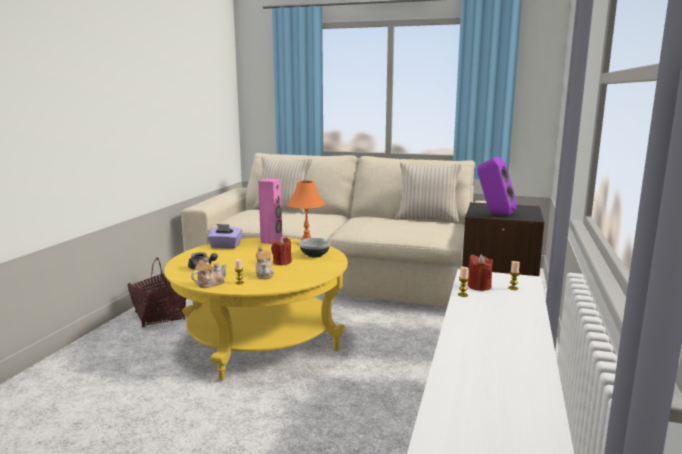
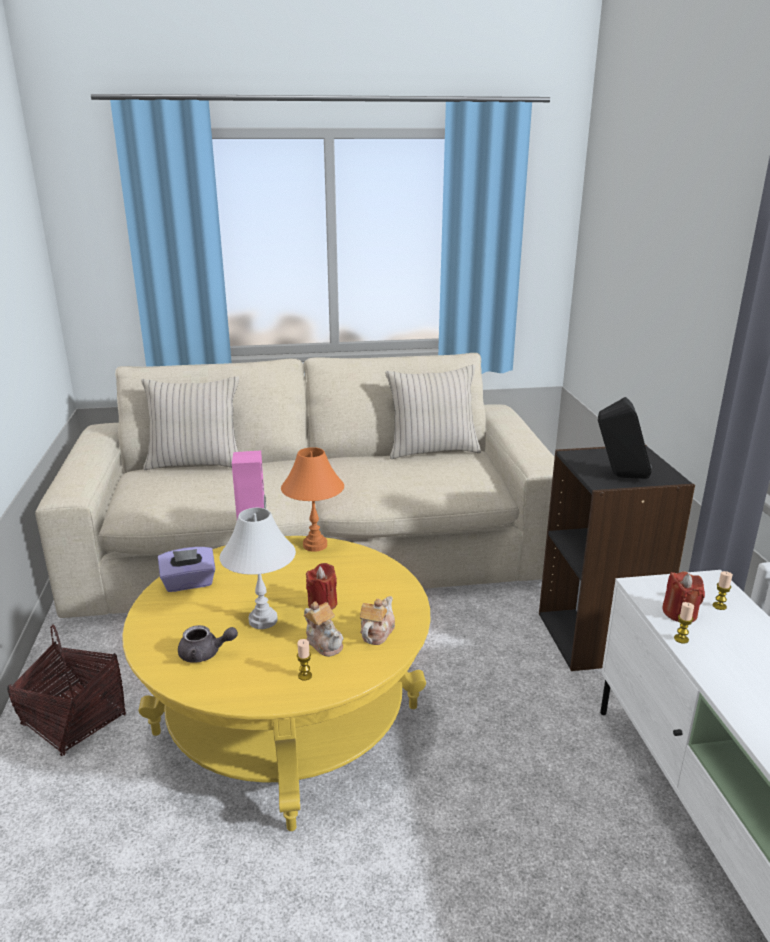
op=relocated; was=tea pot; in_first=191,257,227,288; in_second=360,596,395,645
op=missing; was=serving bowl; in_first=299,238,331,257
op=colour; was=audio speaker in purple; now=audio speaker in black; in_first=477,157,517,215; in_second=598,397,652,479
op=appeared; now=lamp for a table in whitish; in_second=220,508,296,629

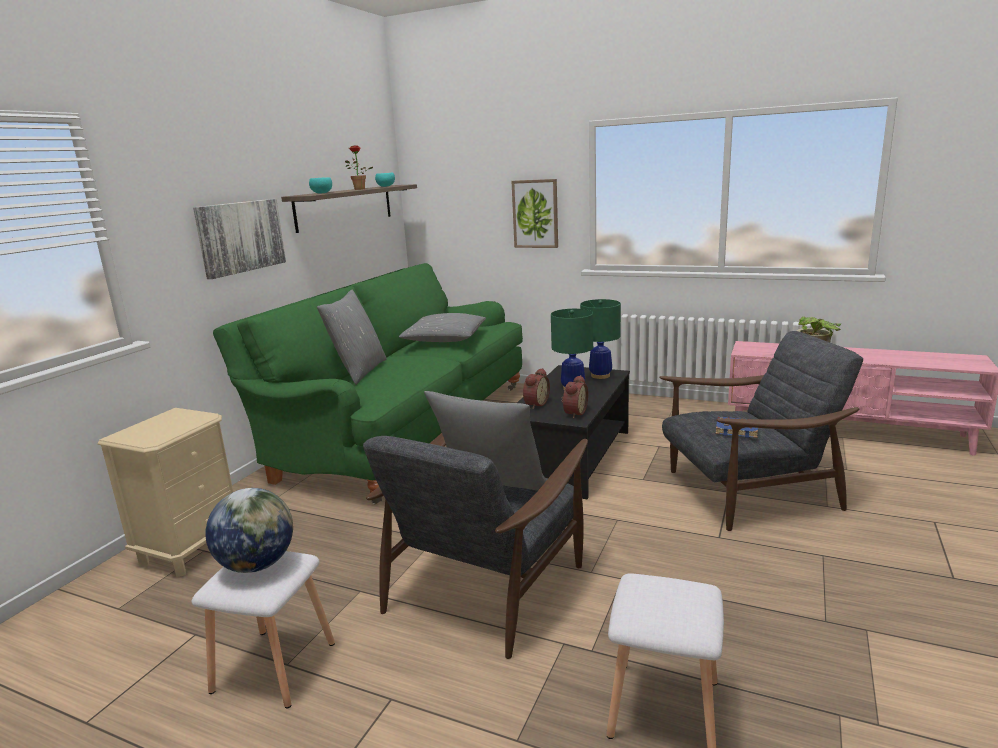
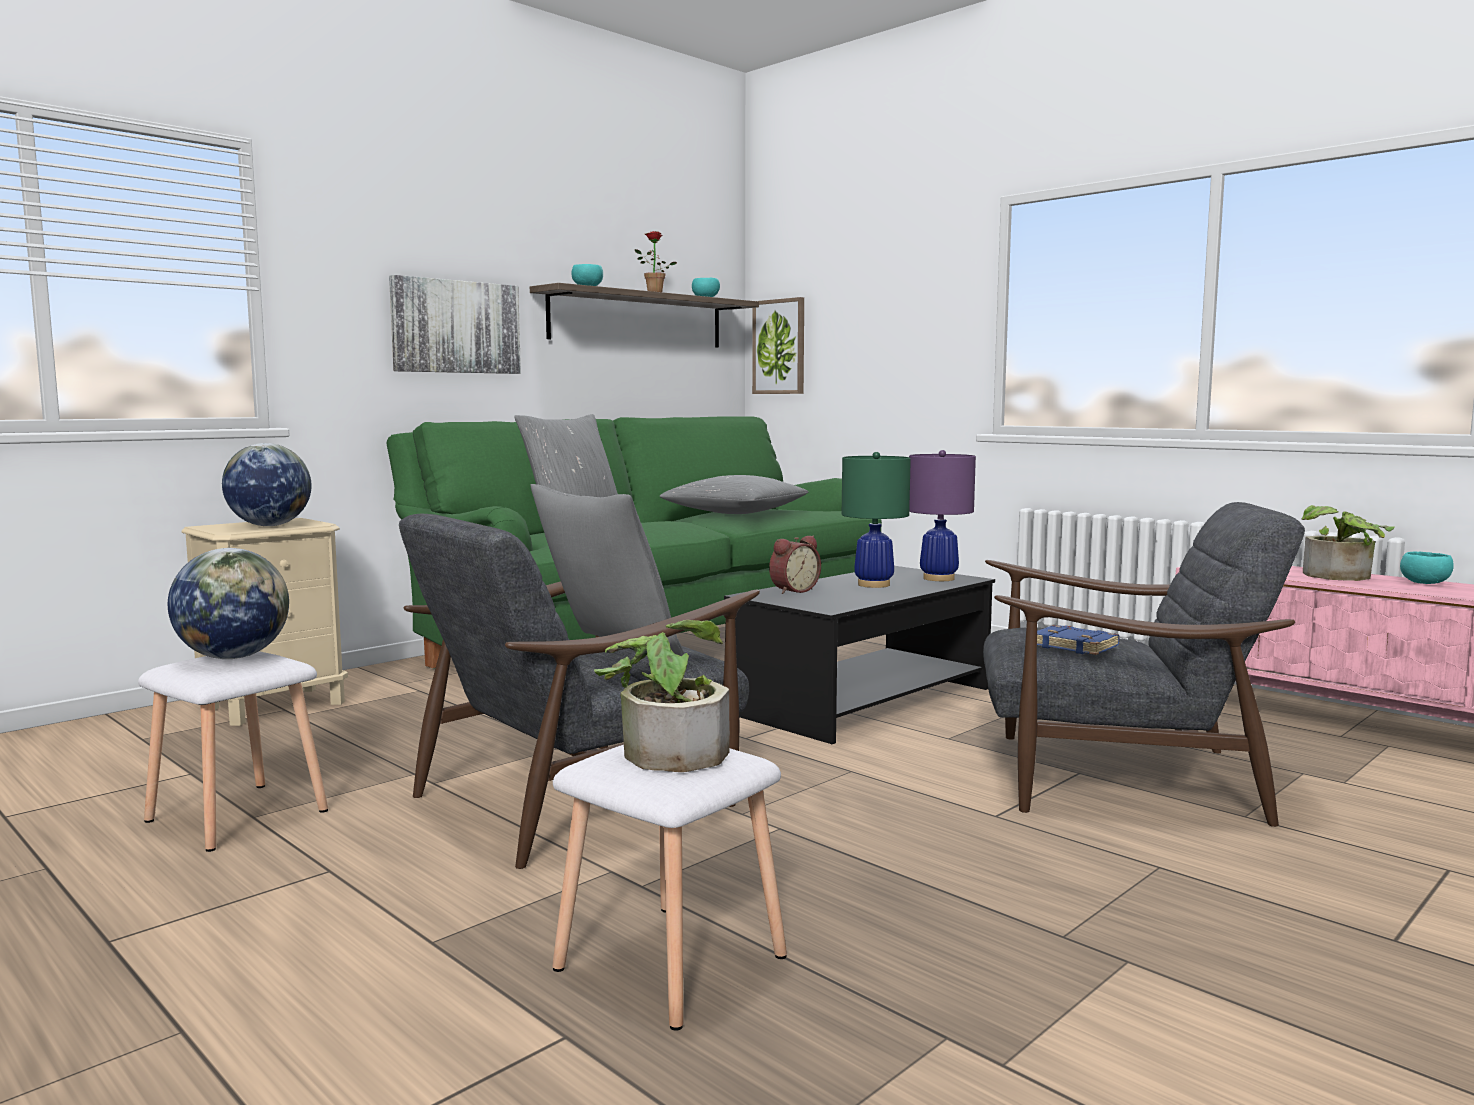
op=relocated; was=wall art; in_first=511,179,558,248; in_second=752,297,804,394
op=missing; was=bedside clock; in_first=562,375,588,418
op=colour; was=lamp for a table in green-coloured; now=lamp for a table in purple; in_first=580,299,621,379; in_second=909,450,976,581
op=appeared; now=desk globe; in_second=222,443,311,526
op=appeared; now=potted plant; in_second=594,620,730,772
op=appeared; now=serving bowl in turquoise; in_second=1400,551,1454,584

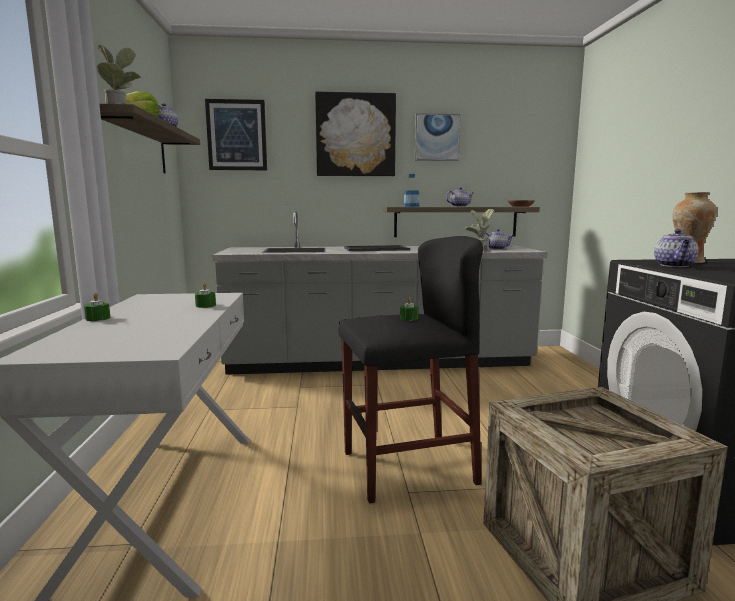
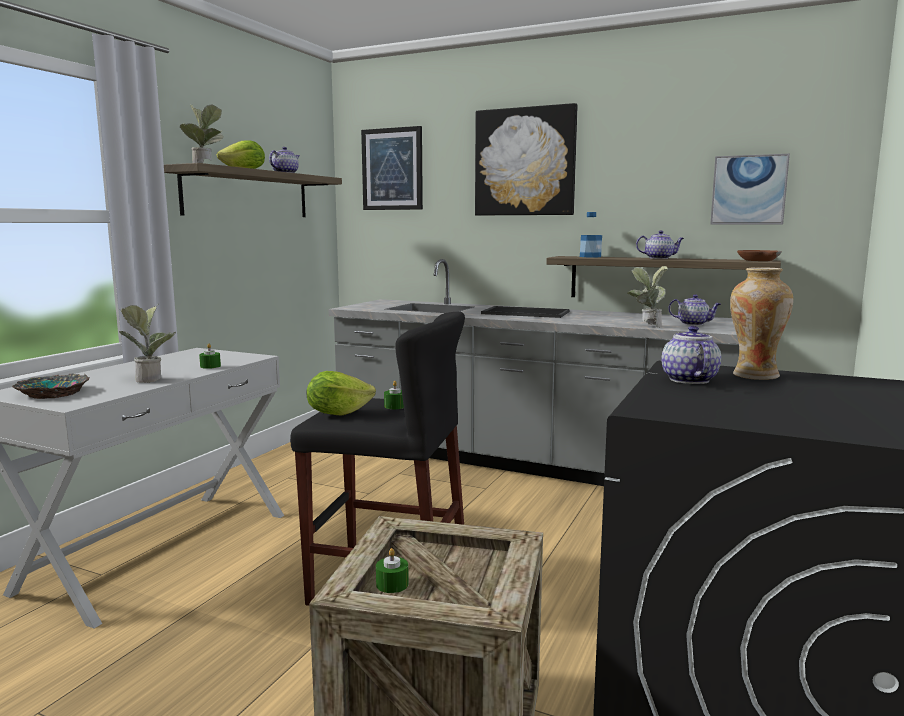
op=relocated; was=wax light in green-coloured; in_first=84,293,111,321; in_second=376,548,409,593
op=relocated; was=wall art; in_first=415,113,461,161; in_second=710,154,790,225
op=spun; was=tea pot; in_first=654,229,699,267; in_second=661,326,721,384; clockwise=135
op=appeared; now=serving bowl; in_second=12,373,89,399
op=appeared; now=potted plant; in_second=119,305,176,383
op=appeared; now=lettuce head; in_second=307,371,376,416

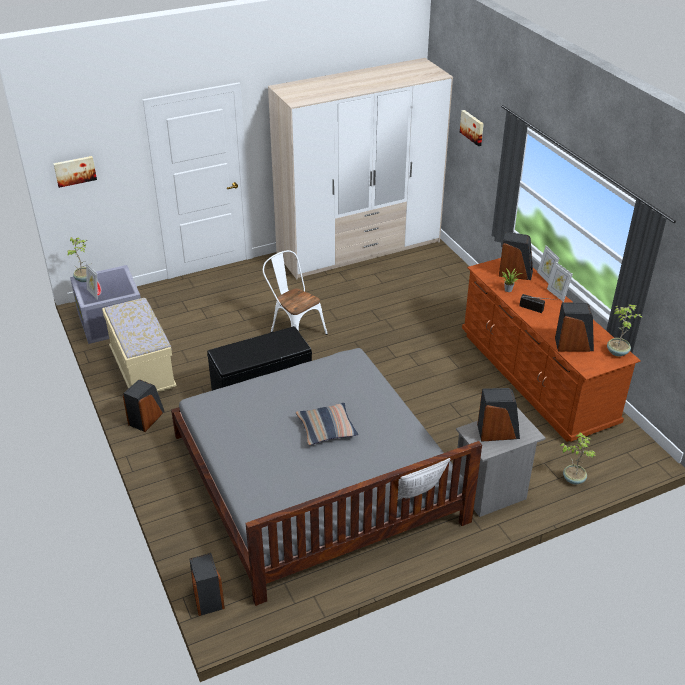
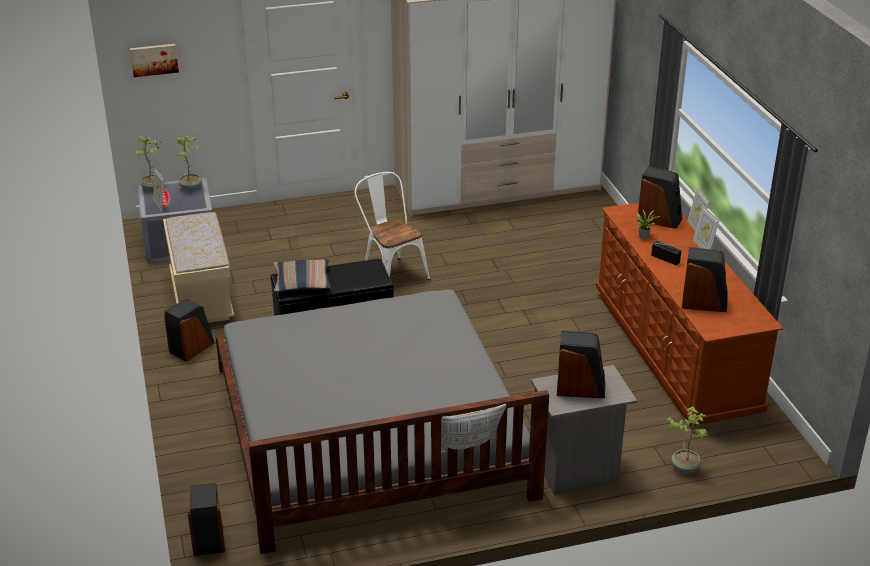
op=relocated; was=pillow; in_first=296,403,358,445; in_second=273,259,331,292
op=missing; was=wall art; in_first=460,110,484,146
op=relocated; was=potted plant; in_first=607,304,642,357; in_second=177,136,202,191

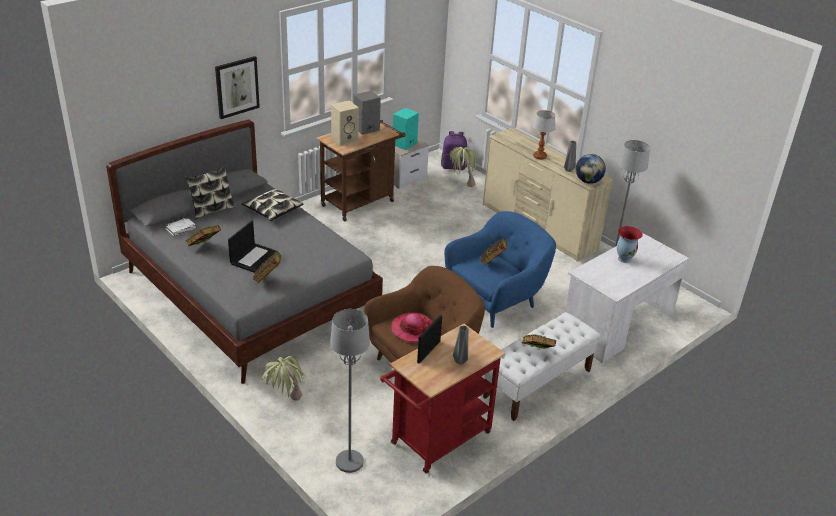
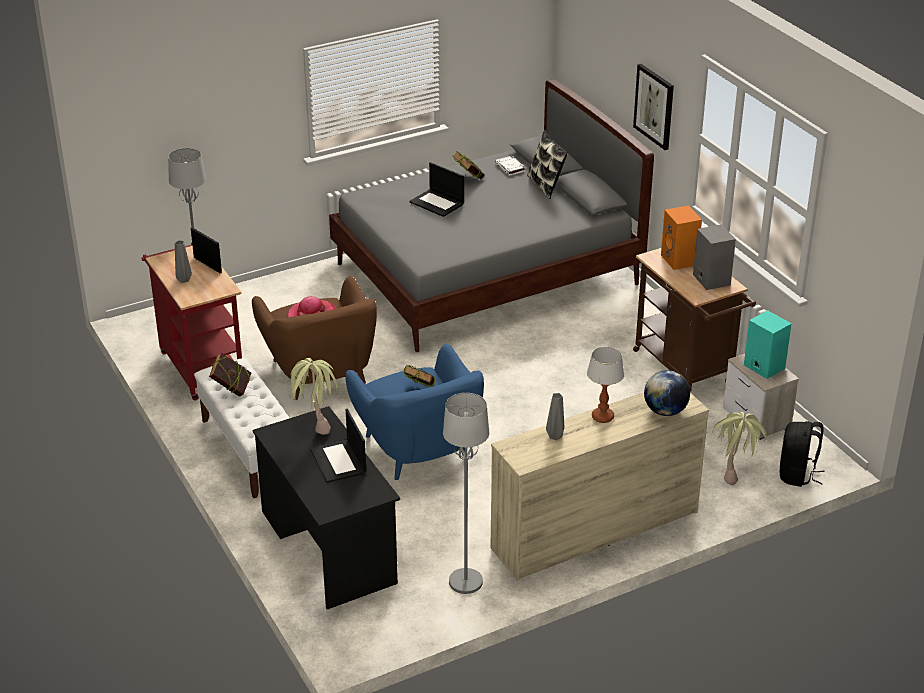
op=missing; was=pillow; in_first=242,188,304,221
op=missing; was=book; in_first=253,251,281,284
op=relocated; was=potted plant; in_first=262,356,306,401; in_second=289,357,338,435
op=colour; was=audio speaker in beige; now=audio speaker in orange-coloured; in_first=331,100,359,146; in_second=661,205,702,270
op=colour; was=rucksack in purple; now=rucksack in black; in_first=441,131,467,170; in_second=779,421,825,487
op=colour; was=desk table in whitish; now=desk table in black; in_first=565,233,689,363; in_second=253,406,400,609
op=relocated; was=desk globe; in_first=576,154,606,184; in_second=644,370,690,416
op=exchanged; was=vase; now=portable computer; in_first=617,226,643,263; in_second=310,409,366,483

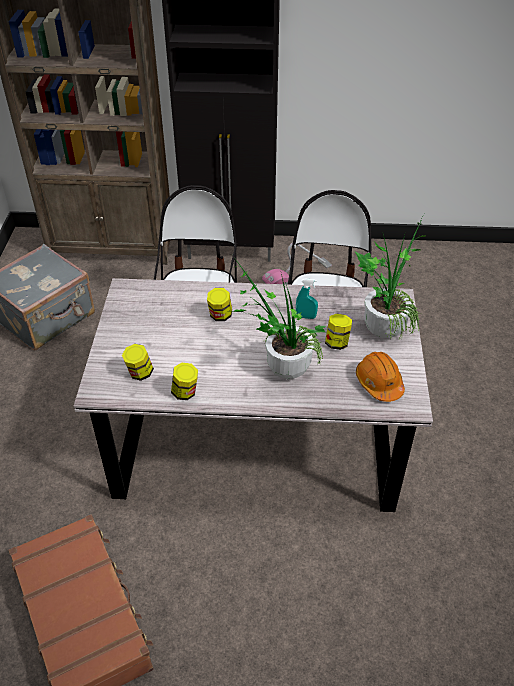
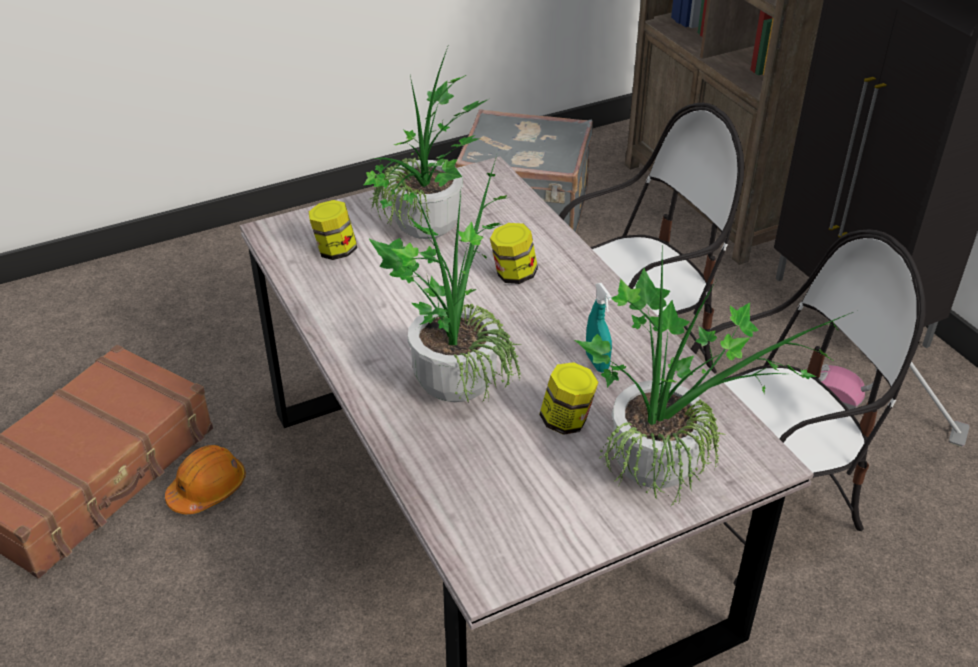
op=missing; was=preserve jar; in_first=171,363,198,400
op=relocated; was=safety helmet in orange-coloured; in_first=356,352,405,402; in_second=165,445,246,514
op=appeared; now=potted plant; in_second=364,47,489,239

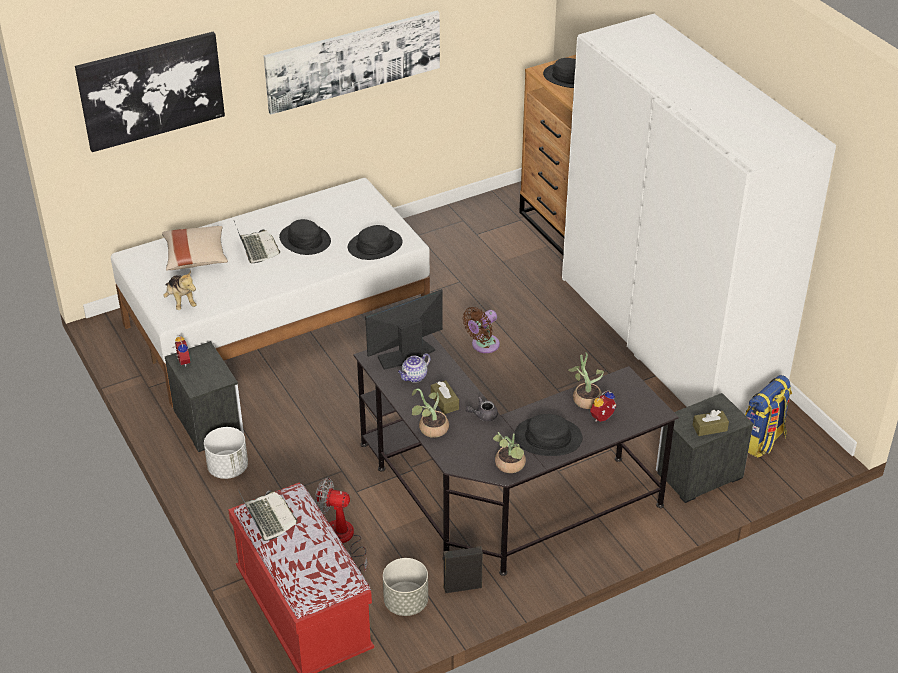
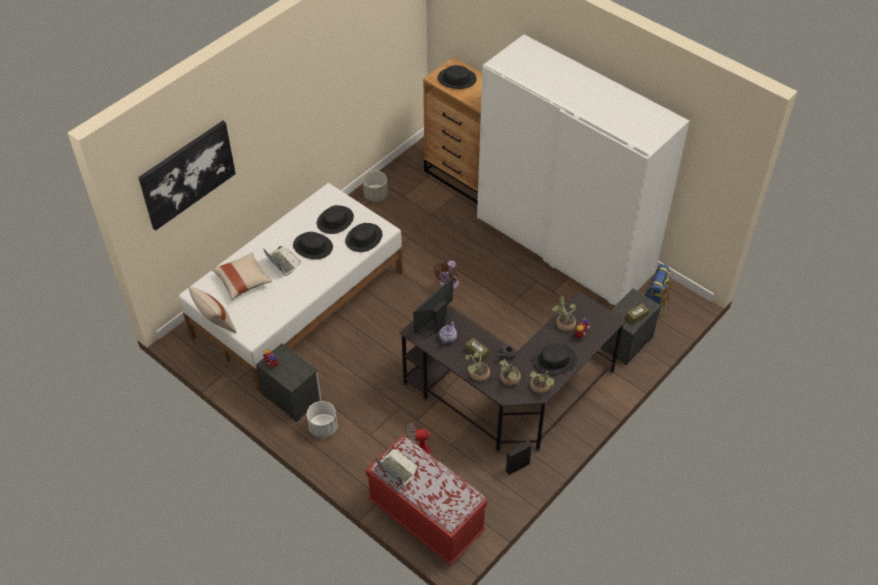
op=missing; was=plush toy; in_first=163,271,197,310
op=missing; was=wall art; in_first=263,11,440,115
op=relocated; was=flower pot in greyish; in_first=383,558,428,616; in_second=362,171,388,202
op=appeared; now=pillow in beige; in_second=189,287,237,333
op=appeared; now=clothing hat in black; in_second=317,205,354,234
op=appeared; now=potted plant; in_second=500,359,521,386

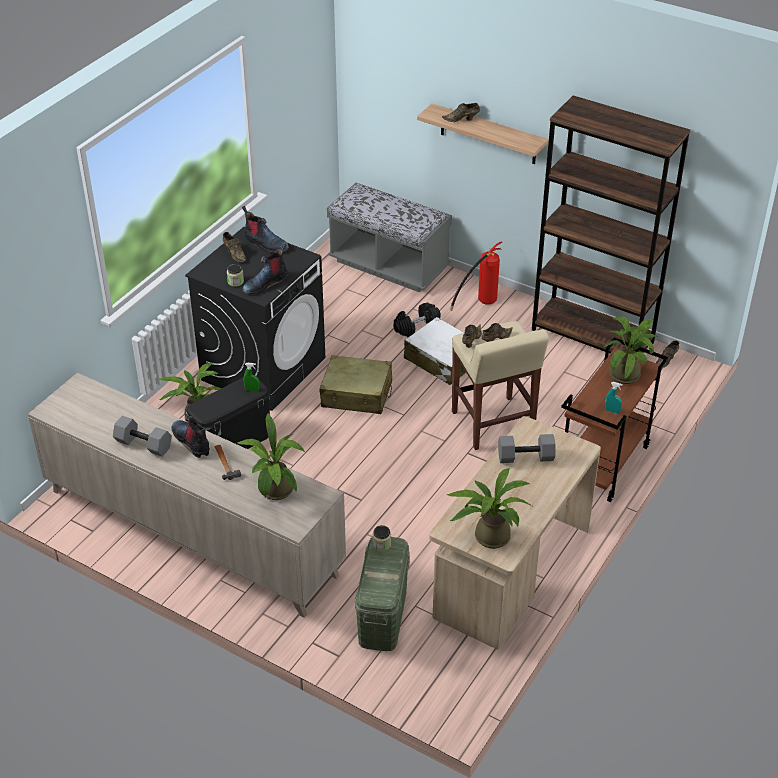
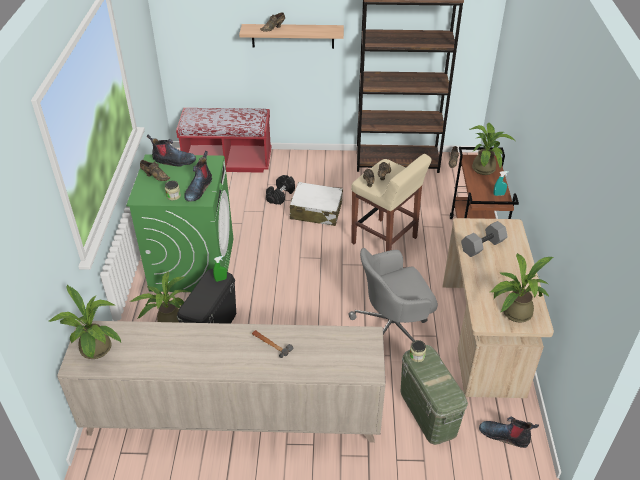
op=missing; was=hand weight in greyish; in_first=113,416,172,457
op=relocated; was=tall boot; in_first=171,416,210,458; in_second=479,417,539,448
op=colour; was=laundry machine in black; now=laundry machine in green-coloured; in_first=185,227,325,411; in_second=126,154,233,292
op=relocated; was=potted plant; in_first=237,413,305,500; in_second=49,284,121,359
op=missing; was=suitcase in beige; in_first=319,355,392,414
op=colour; was=long seat in greyish; now=long seat in reddish; in_first=327,183,452,292; in_second=176,108,272,173
op=missing; was=extinguisher; in_first=450,242,502,311
op=appeared; now=office chair in greyish; in_second=348,248,438,342

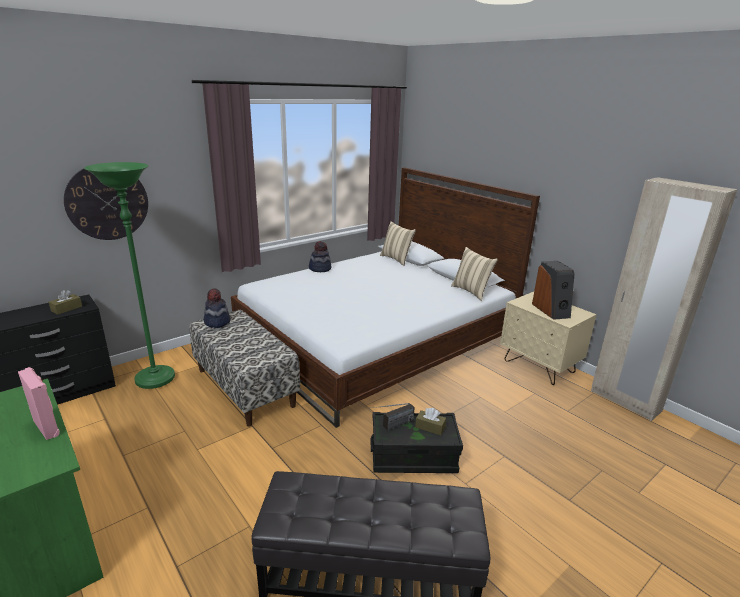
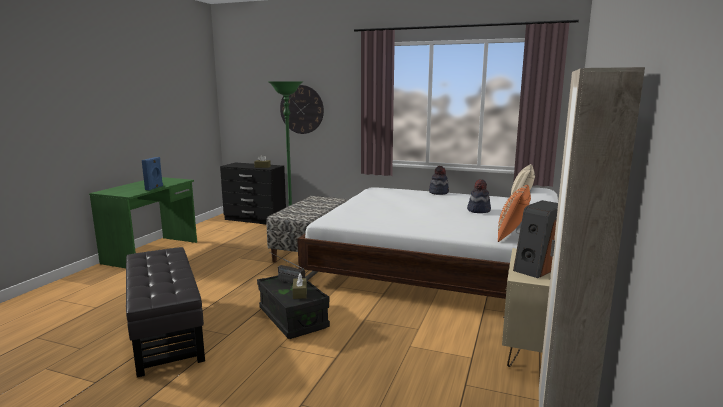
op=colour; was=audio speaker in pink-coloured; now=audio speaker in bluish; in_first=18,367,60,440; in_second=142,157,163,191
op=relocated; was=clothing hat; in_first=204,288,230,328; in_second=467,179,491,213
op=colour; was=pillow in beige; now=pillow in orange-coloured; in_first=451,247,498,301; in_second=498,185,531,242

